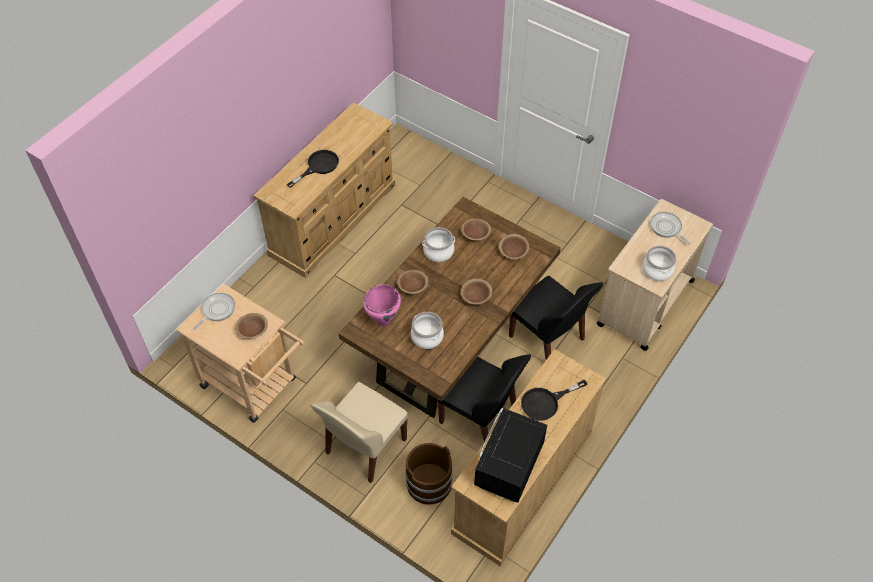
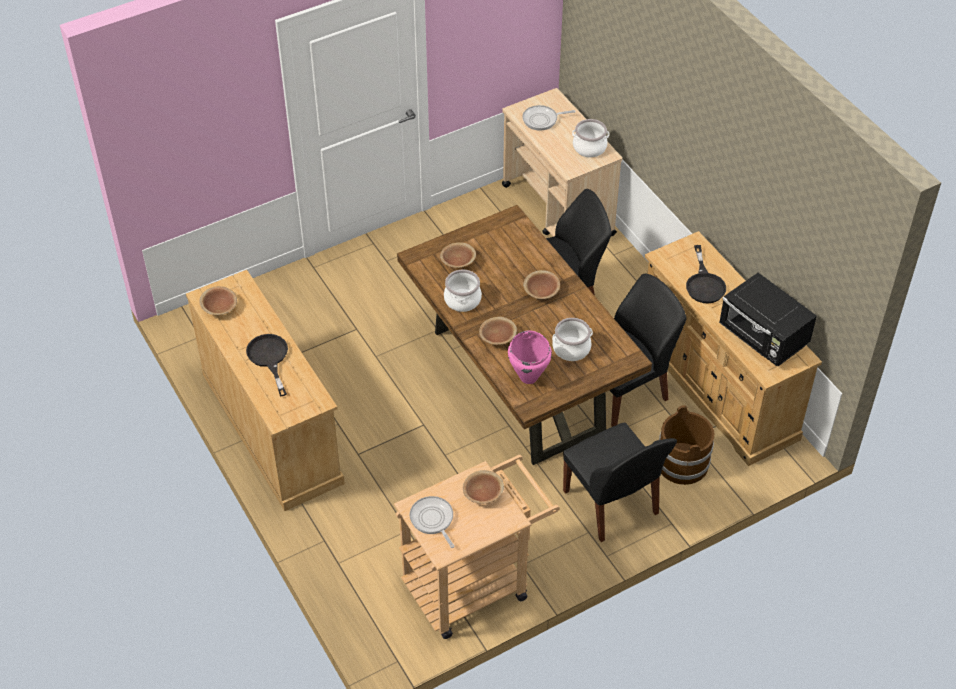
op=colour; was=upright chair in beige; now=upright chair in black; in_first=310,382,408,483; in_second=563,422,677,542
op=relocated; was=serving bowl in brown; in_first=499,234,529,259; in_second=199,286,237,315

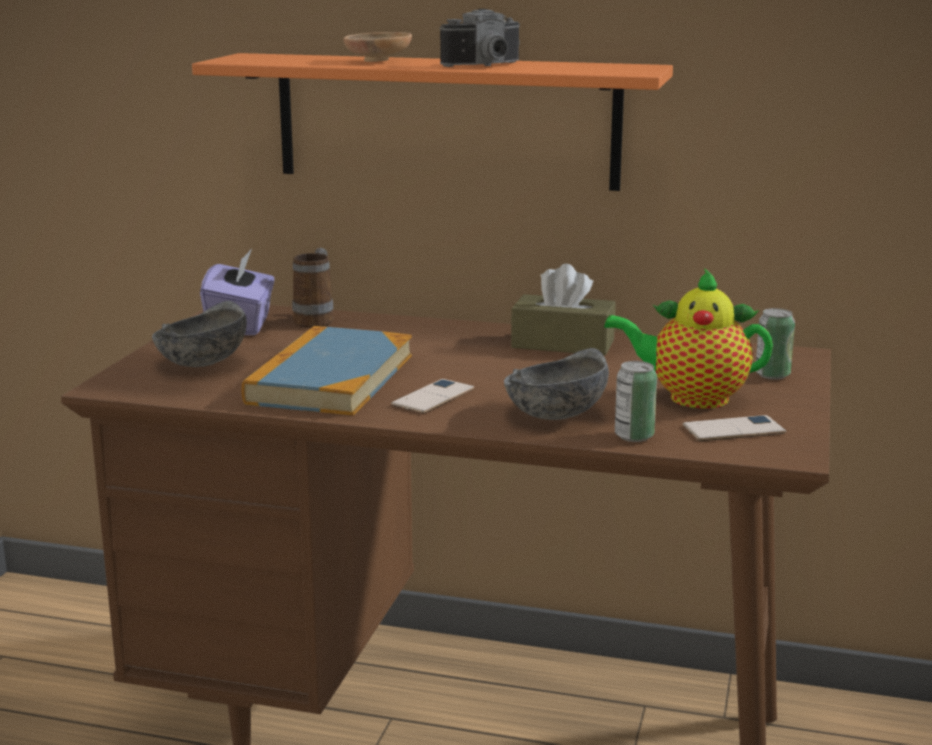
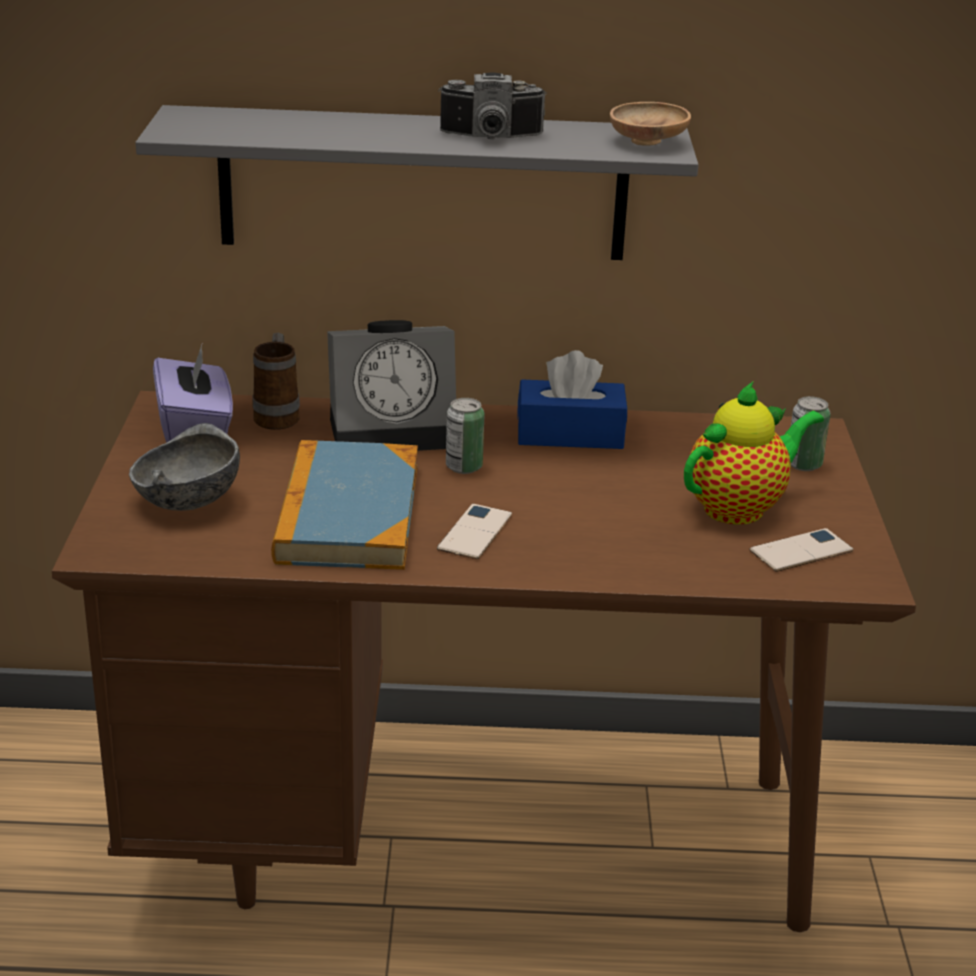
op=colour; was=shelf in orange-coloured; now=shelf in greyish; in_first=192,53,673,191; in_second=135,105,698,260
op=relocated; was=serving bowl in brown; in_first=343,32,412,62; in_second=610,102,691,146
op=spun; was=still camera; in_first=440,9,520,67; in_second=438,73,547,139; clockwise=45
op=missing; was=serving bowl in greyish; in_first=504,348,609,420
op=colour; was=tissue box in brown; now=tissue box in bluish; in_first=511,264,616,356; in_second=517,350,627,449
op=spun; was=tea pot; in_first=604,268,773,409; in_second=684,382,824,525; clockwise=150
op=relocated; was=sealed can; in_first=615,361,657,442; in_second=446,398,485,474
op=appeared; now=bedside clock; in_second=327,320,456,451

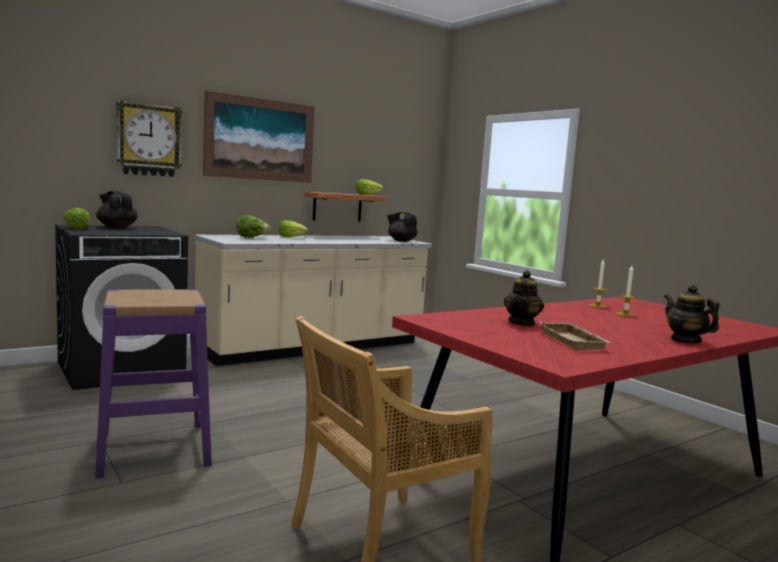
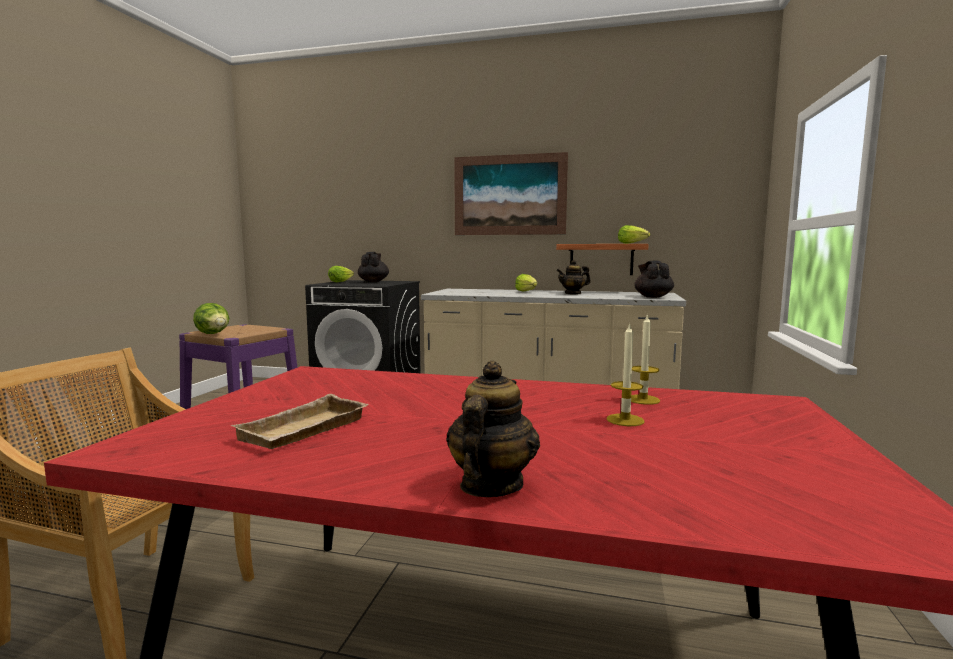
op=missing; was=hanging clock; in_first=116,100,183,177
op=relocated; was=lettuce head; in_first=236,215,270,238; in_second=193,303,229,334
op=relocated; was=tea pot; in_first=504,270,544,326; in_second=557,260,591,295

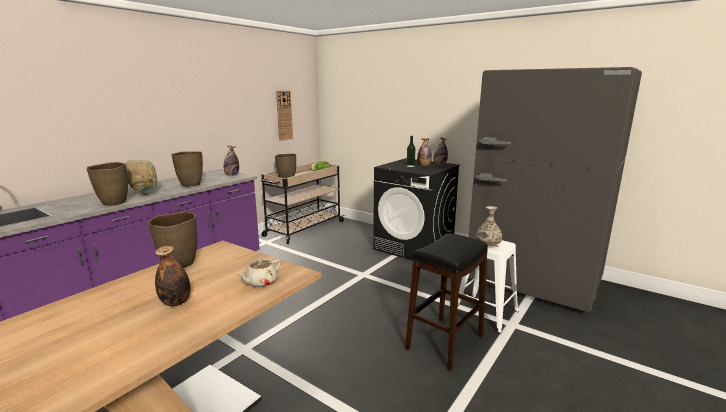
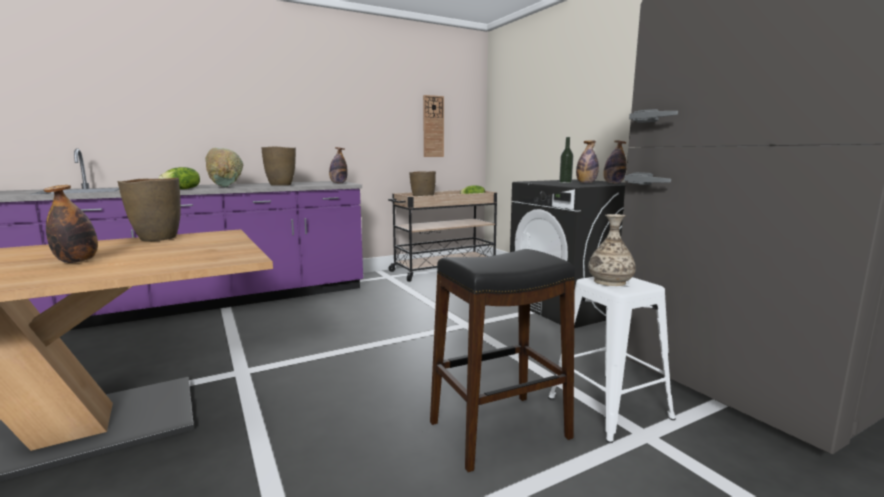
op=exchanged; was=vase in brown; now=lettuce head; in_first=87,162,128,206; in_second=158,167,200,189
op=missing; was=tea pot in beige; in_first=237,259,281,287

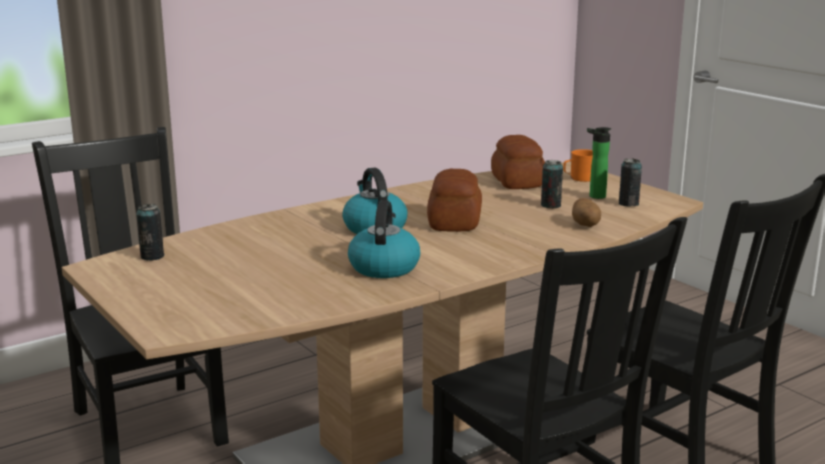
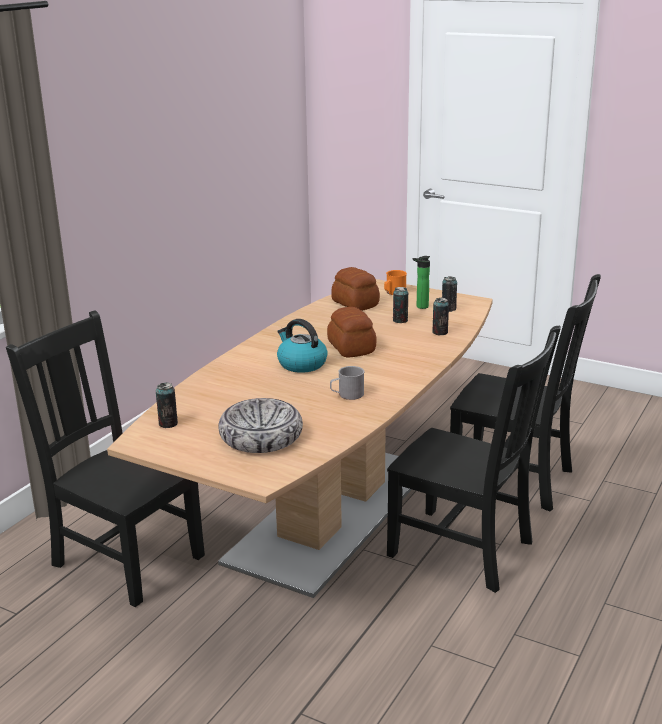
op=exchanged; was=kettle; now=tea mug in greyish; in_first=348,200,420,278; in_second=330,366,364,400
op=exchanged; was=whole potato; now=sealed can; in_first=572,198,601,227; in_second=432,298,449,335
op=appeared; now=serving bowl; in_second=218,398,303,453

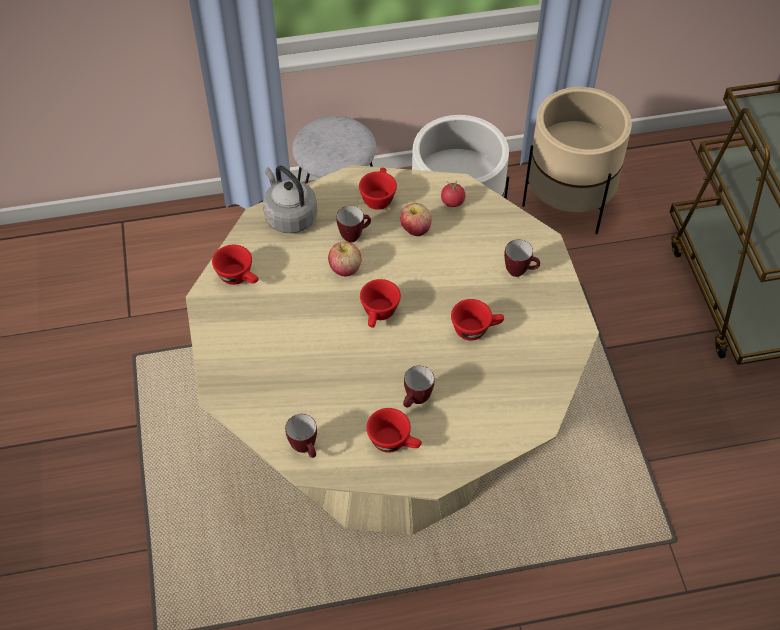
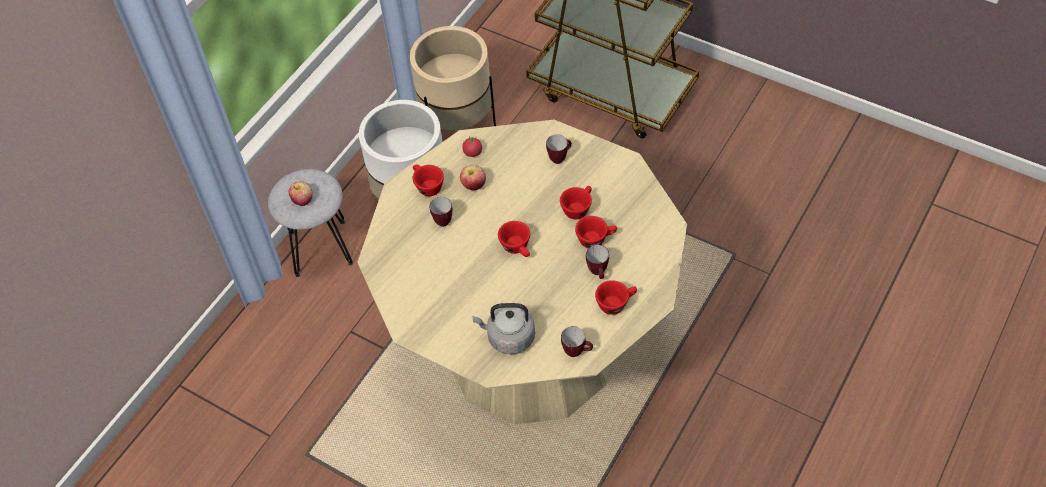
op=relocated; was=small cup in reddish; in_first=212,245,259,285; in_second=575,216,617,248
op=relocated; was=kettle in greyish; in_first=263,166,317,233; in_second=472,303,535,354
op=relocated; was=apple fruit; in_first=328,242,362,276; in_second=289,181,313,206

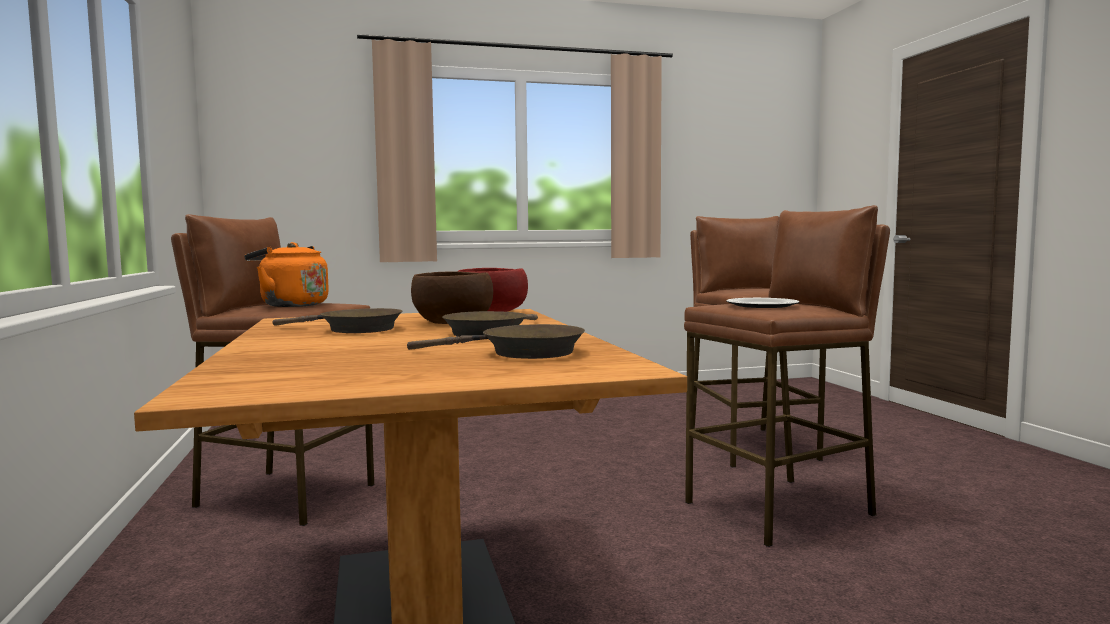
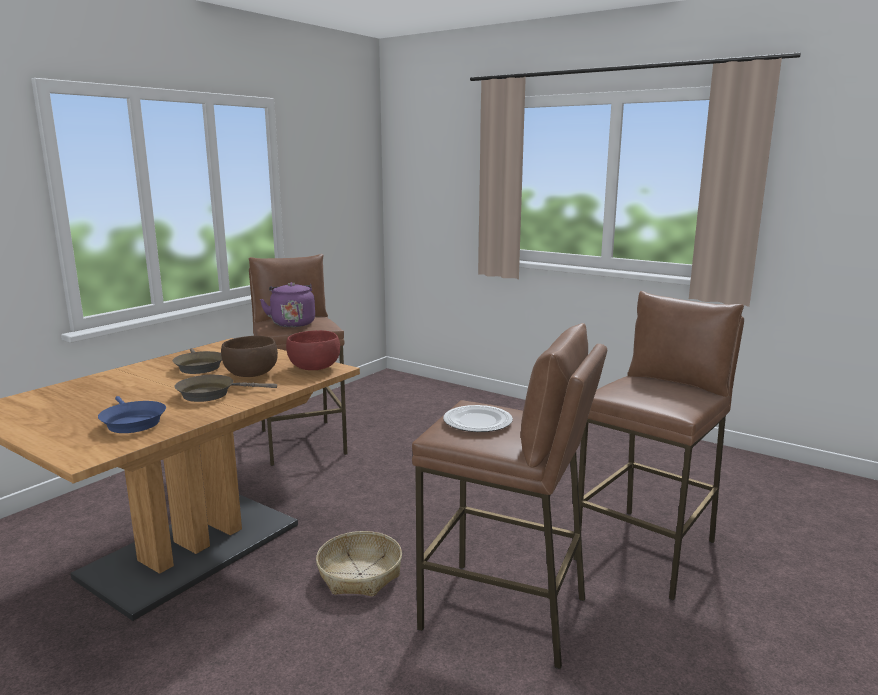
op=colour; was=kettle in orange-coloured; now=kettle in purple; in_first=244,242,329,307; in_second=260,282,315,327
op=colour; was=frying pan in brown; now=frying pan in bluish; in_first=407,324,585,359; in_second=98,396,166,433
op=appeared; now=household basket; in_second=316,531,402,597

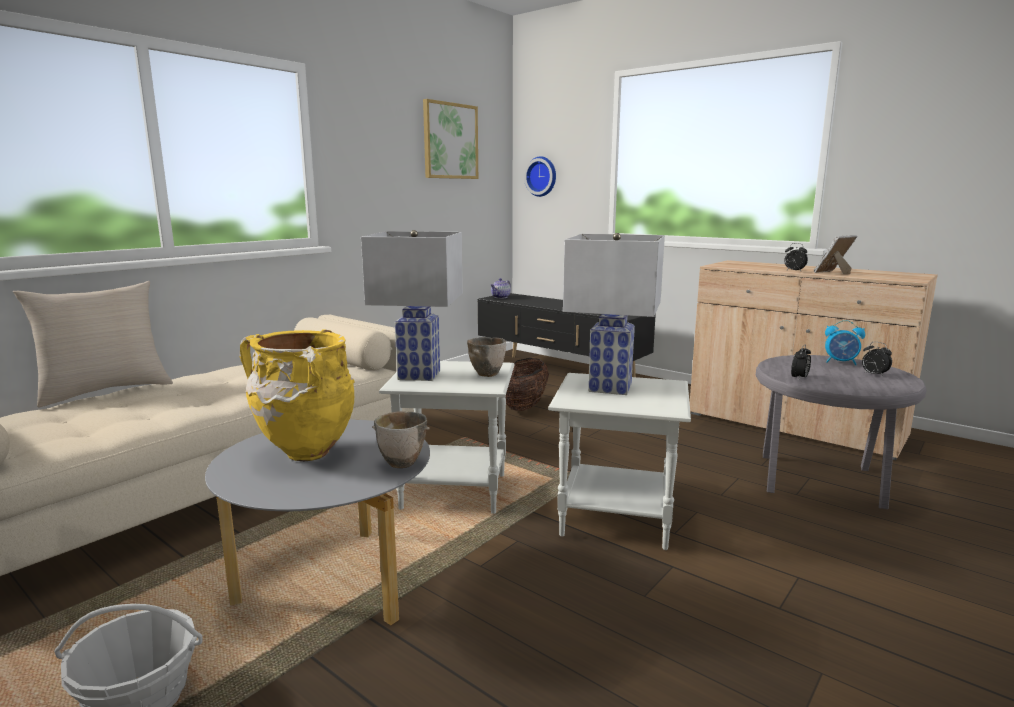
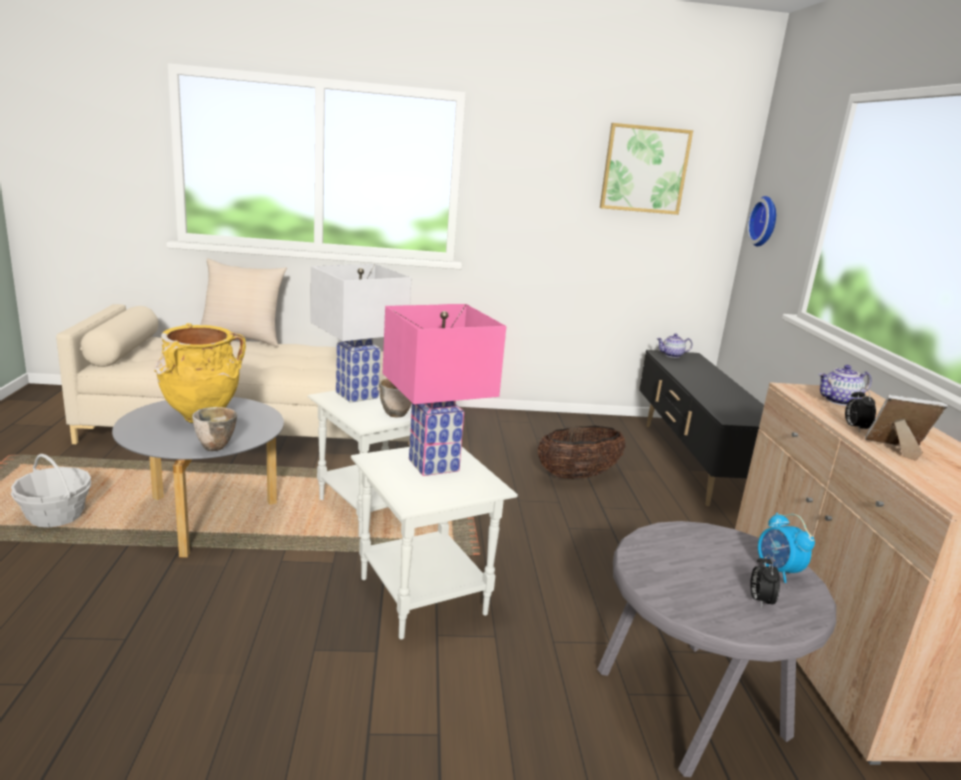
op=colour; was=lamp for a table in whitish; now=lamp for a table in pink-coloured; in_first=563,233,665,395; in_second=382,304,506,476
op=missing; was=bedside clock; in_first=791,345,811,379
op=appeared; now=tea pot; in_second=818,365,872,406

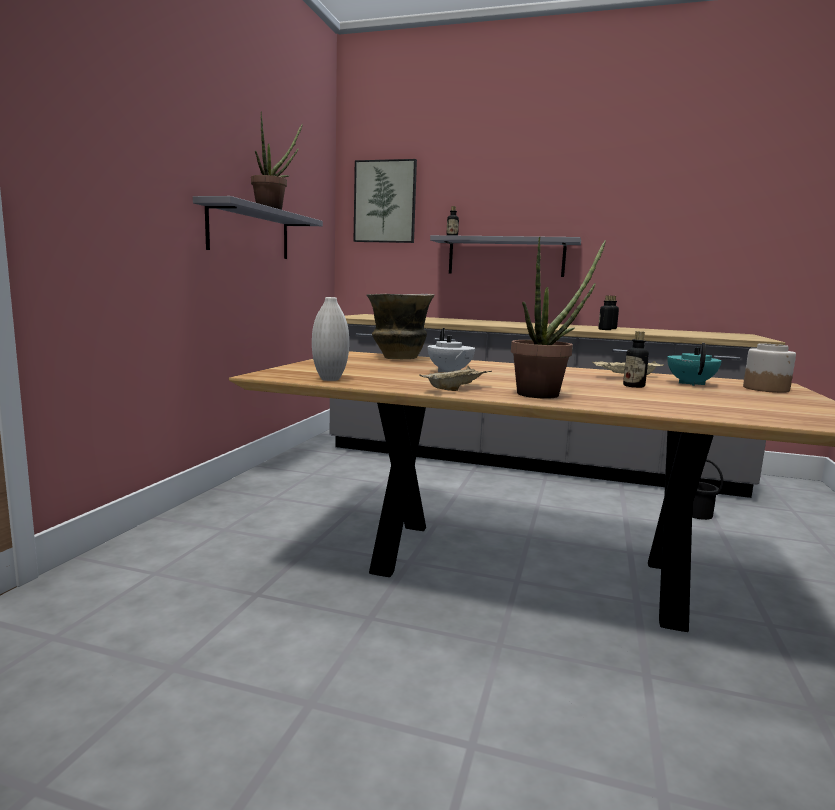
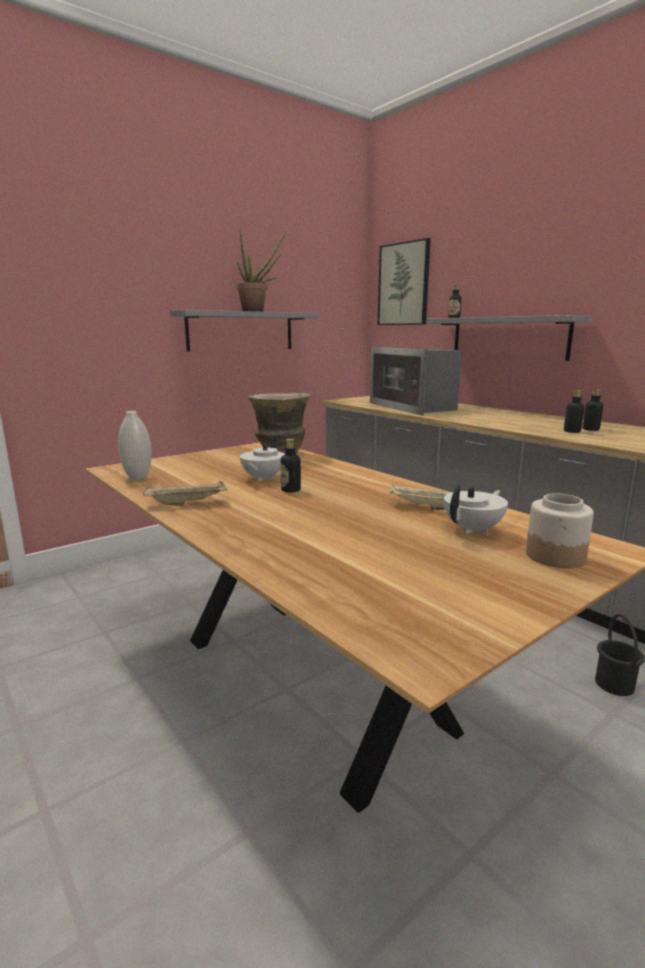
op=missing; was=potted plant; in_first=511,236,606,399
op=relocated; was=beverage bottle; in_first=623,331,649,388; in_second=280,439,301,493
op=colour; was=tea pot in turquoise; now=tea pot in whitish; in_first=667,343,722,386; in_second=444,485,508,535
op=appeared; now=kitchen microwave; in_second=370,346,462,415

